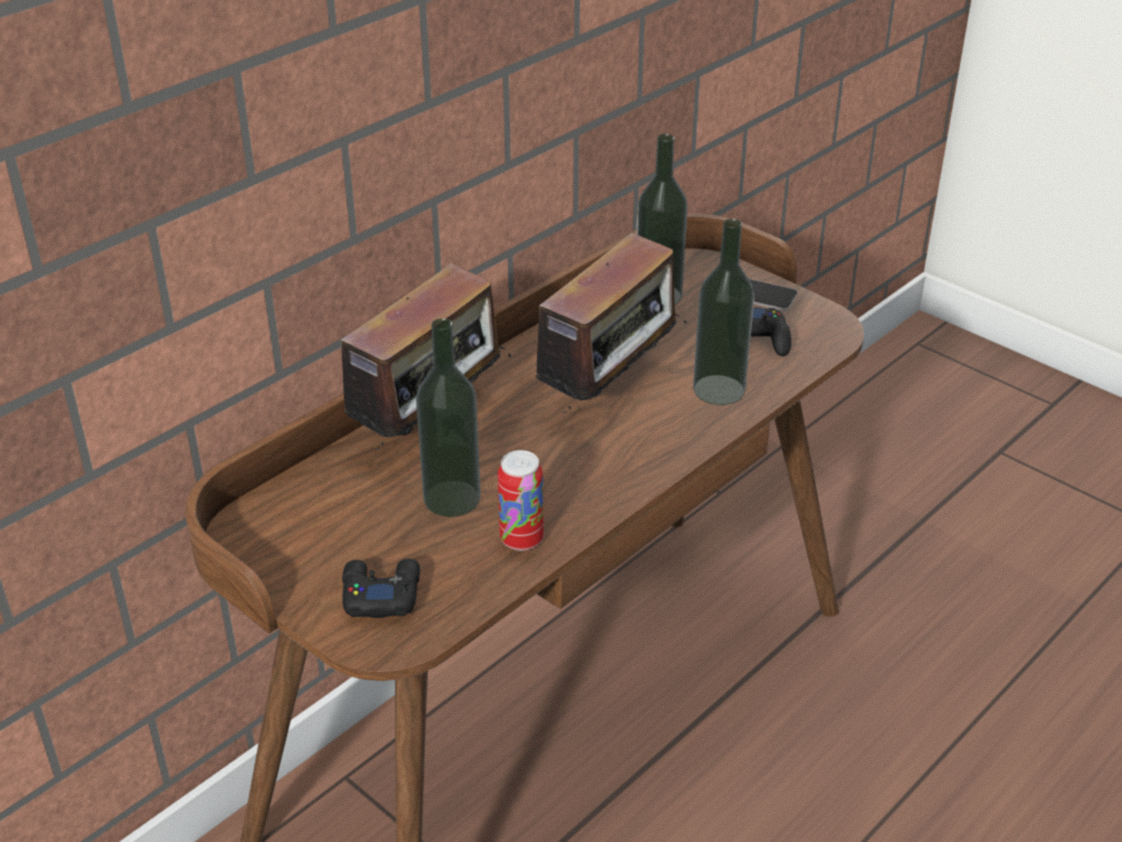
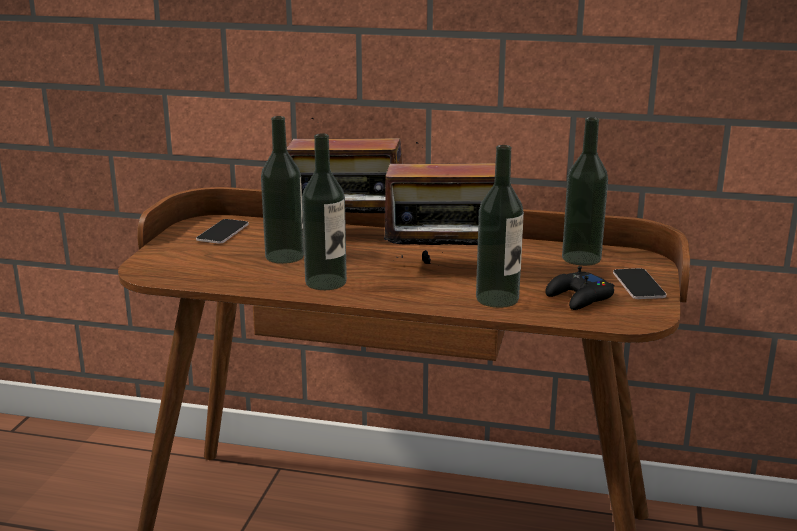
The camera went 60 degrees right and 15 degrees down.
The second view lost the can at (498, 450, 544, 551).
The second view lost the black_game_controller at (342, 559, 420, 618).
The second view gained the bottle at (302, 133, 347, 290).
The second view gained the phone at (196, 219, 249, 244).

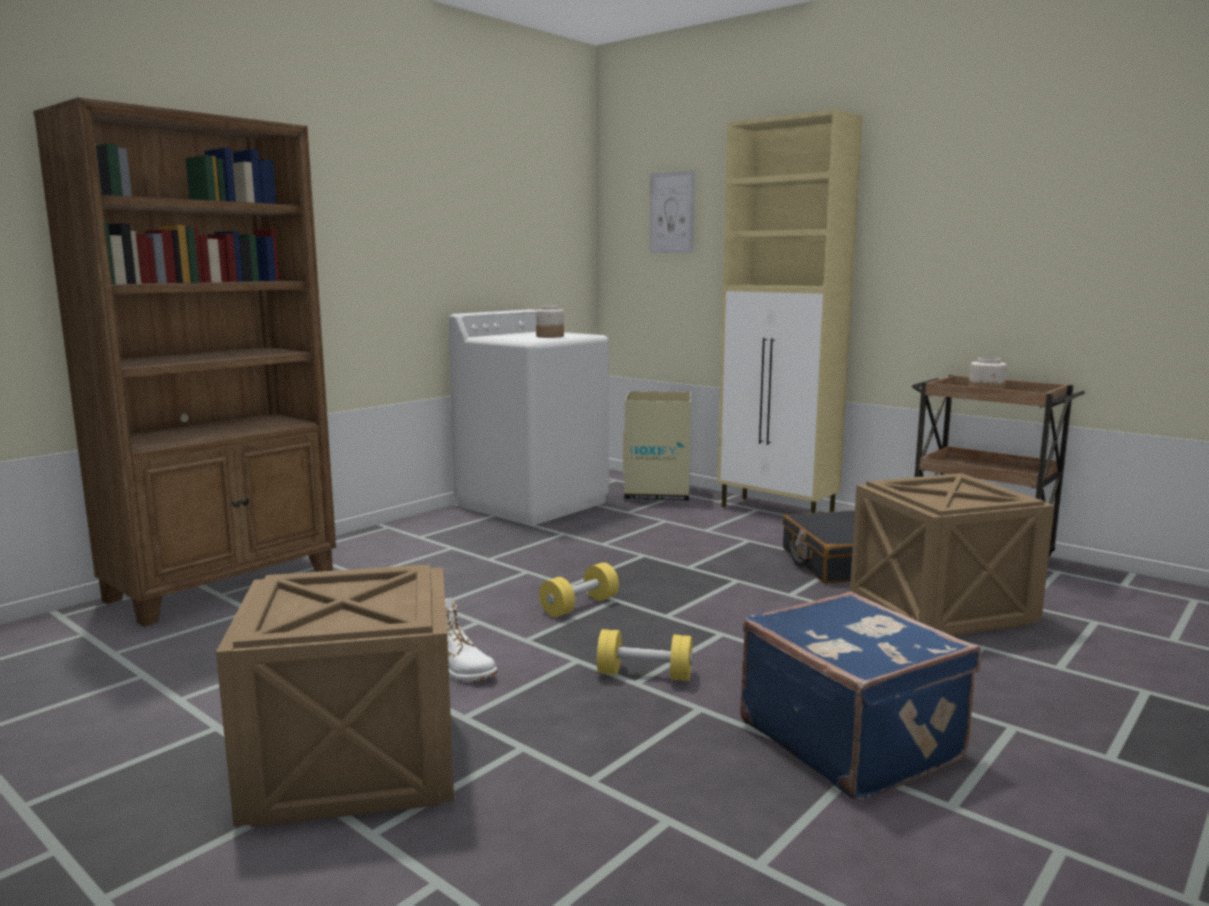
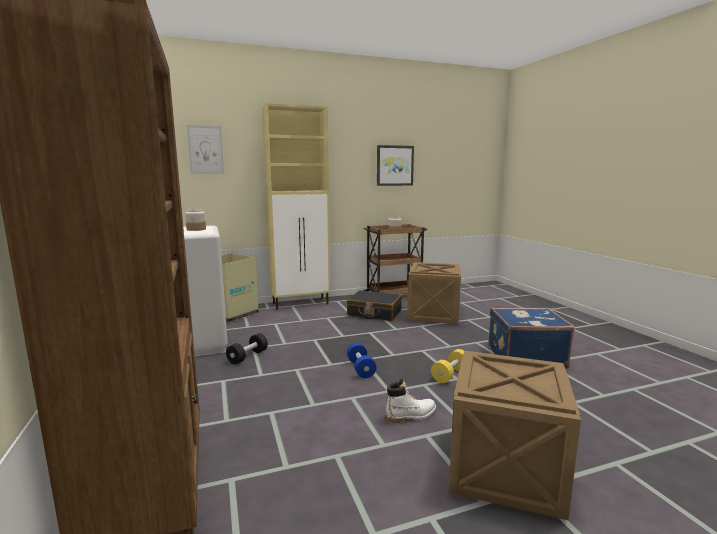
The camera went 60 degrees left and 0 degrees up.
What was the yellow_dumbbell at (539, 563, 619, 617) turned into the blue_dumbbell at (347, 343, 376, 378).
The second view gained the picture at (377, 145, 414, 186).
The second view gained the black_dumbbell at (226, 333, 268, 364).

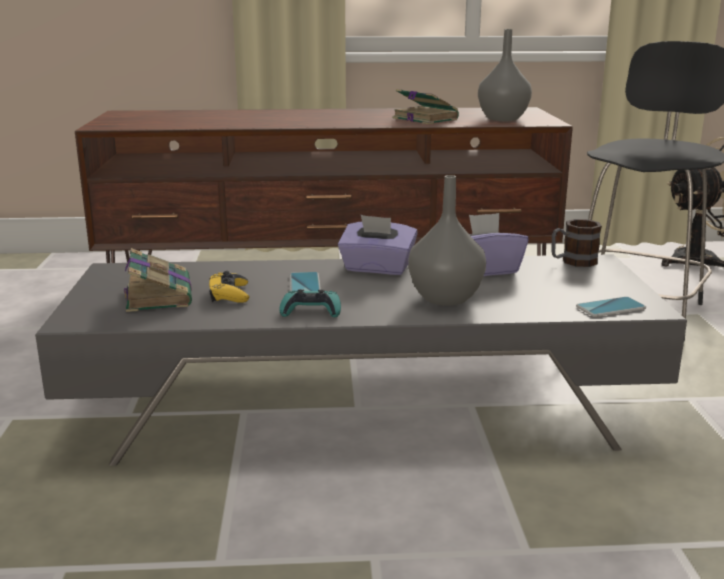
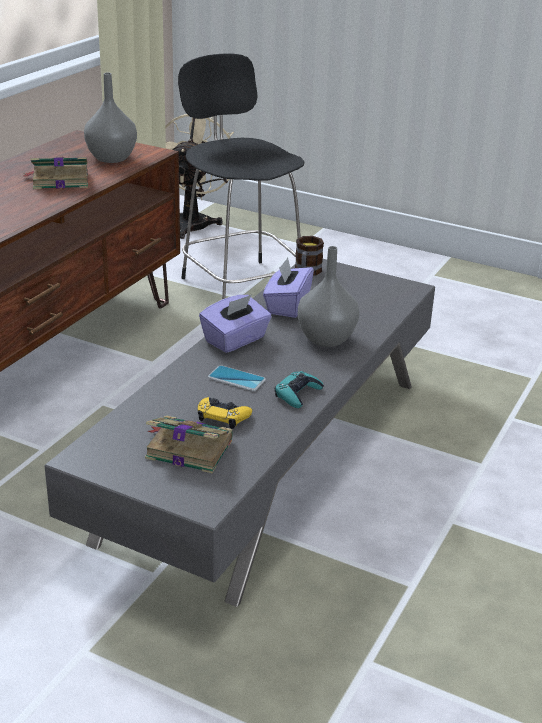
The camera went 60 degrees left and 10 degrees up.
The second view lost the phone at (576, 297, 646, 317).

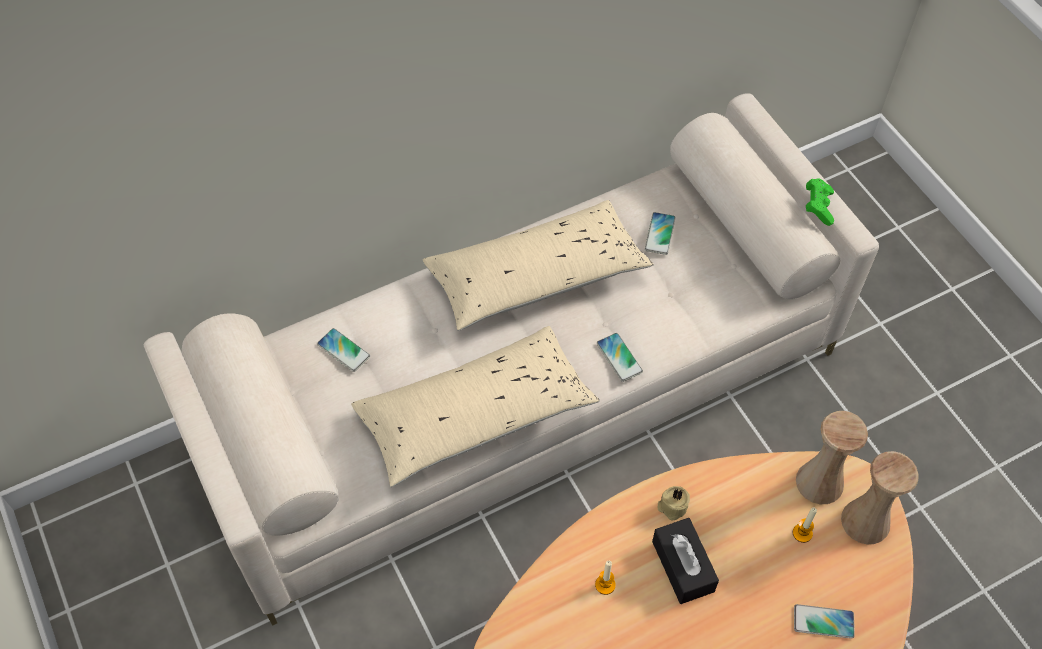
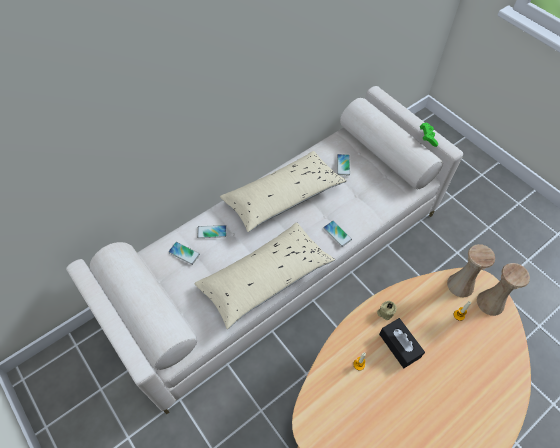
The camera went 10 degrees left and 0 degrees up.
The phone ended up elsewhere, having gone from (794, 604, 855, 639) to (197, 225, 227, 238).

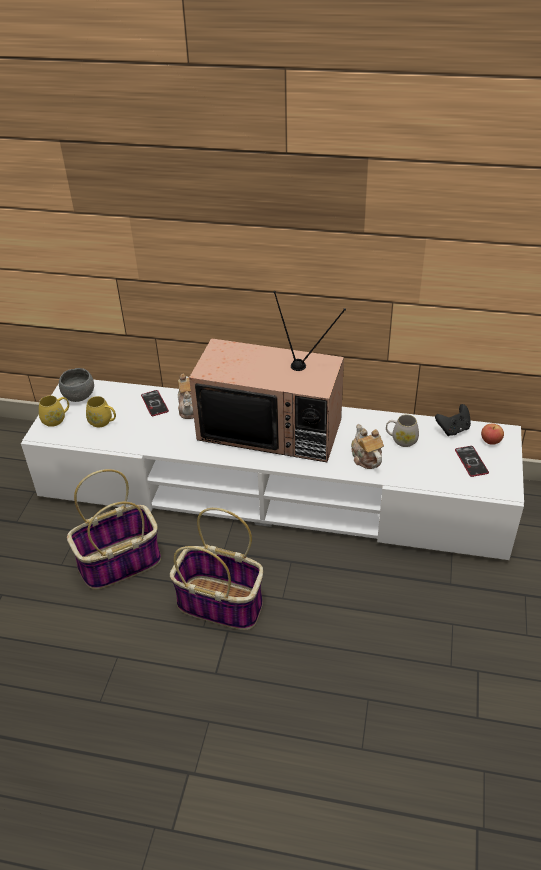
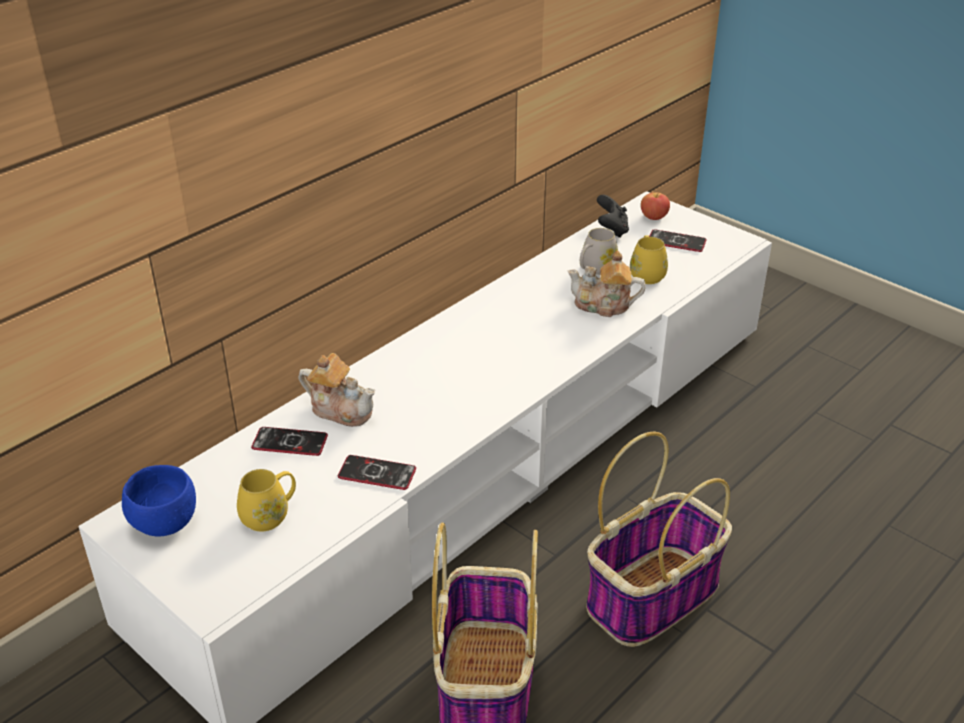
The camera went 60 degrees left and 5 degrees down.
The second view lost the television at (189, 291, 346, 462).
What was the grey_bowl at (59, 368, 94, 402) turned into the blue_bowl at (122, 465, 196, 537).
The yellow_mug ended up elsewhere, having gone from (39, 395, 69, 427) to (630, 235, 668, 284).
The second view gained the phone at (338, 455, 416, 490).

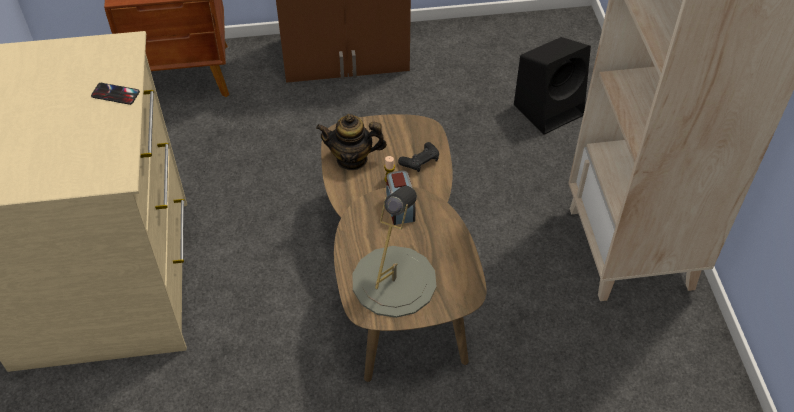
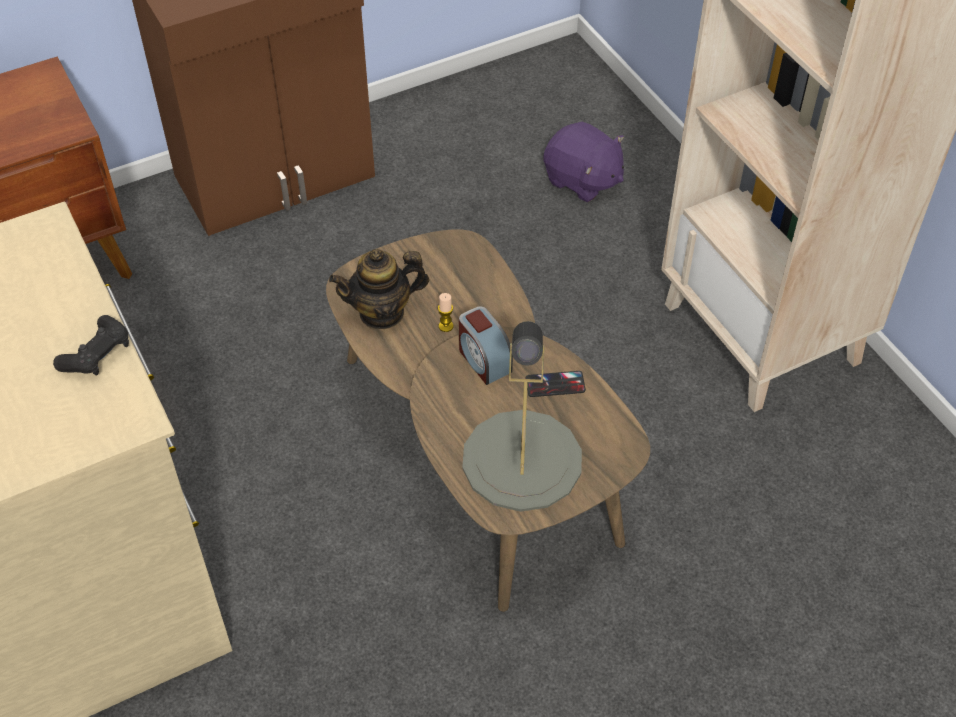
The camera went 20 degrees left and 0 degrees up.
Where the black_speaker stood at (514, 37, 591, 135), the purple_plush_toy came to stand at (544, 122, 624, 202).
The phone ended up elsewhere, having gone from (91, 83, 140, 105) to (526, 371, 586, 397).
The black_game_controller ended up elsewhere, having gone from (398, 142, 439, 172) to (53, 315, 129, 375).

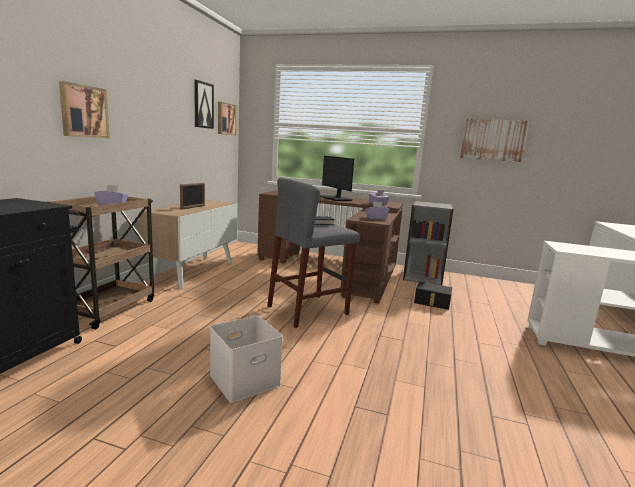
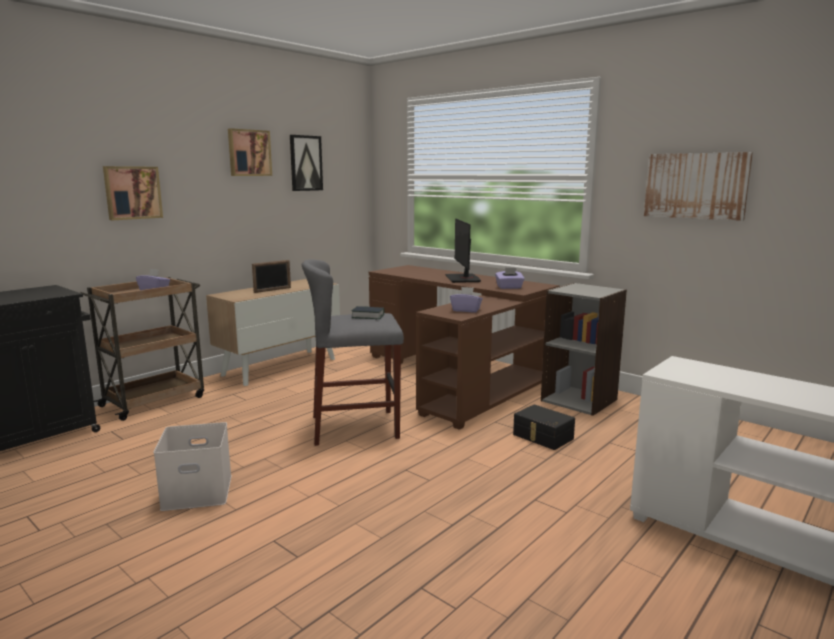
The camera went 25 degrees right and 0 degrees up.
The picture ended up elsewhere, having gone from (218, 102, 237, 136) to (228, 128, 272, 176).

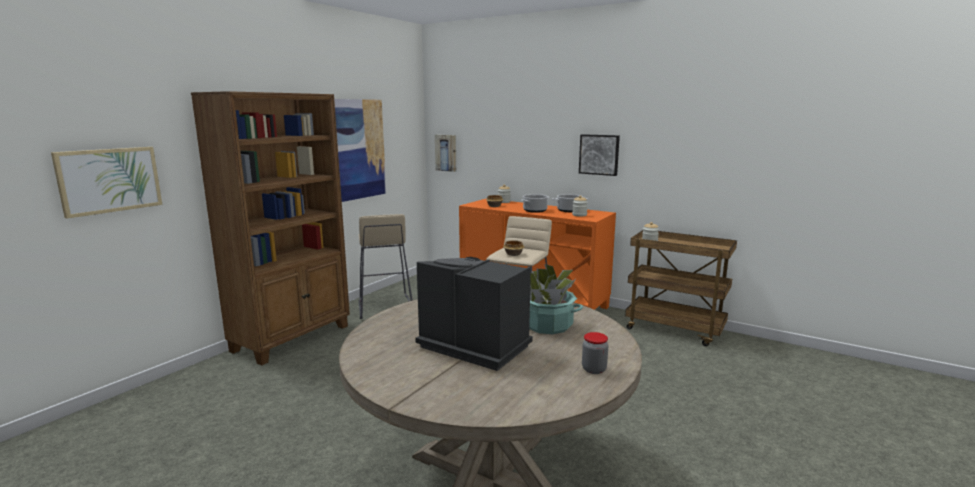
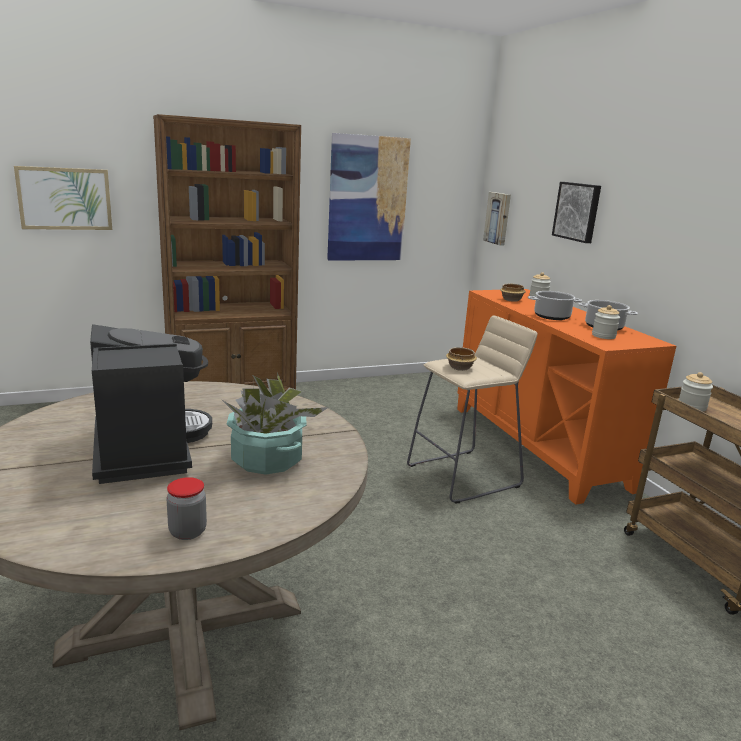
The camera went 35 degrees right and 5 degrees up.
The picture ended up elsewhere, having gone from (579, 134, 620, 176) to (552, 182, 601, 243).
The second view lost the beige_stool at (359, 214, 412, 319).

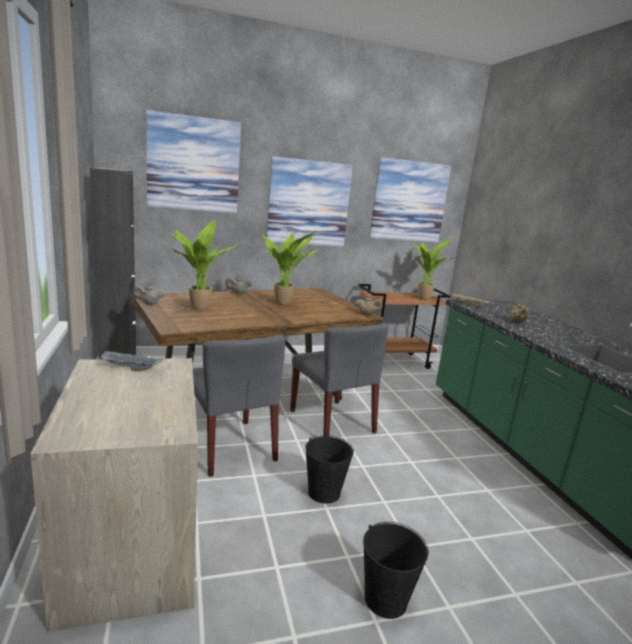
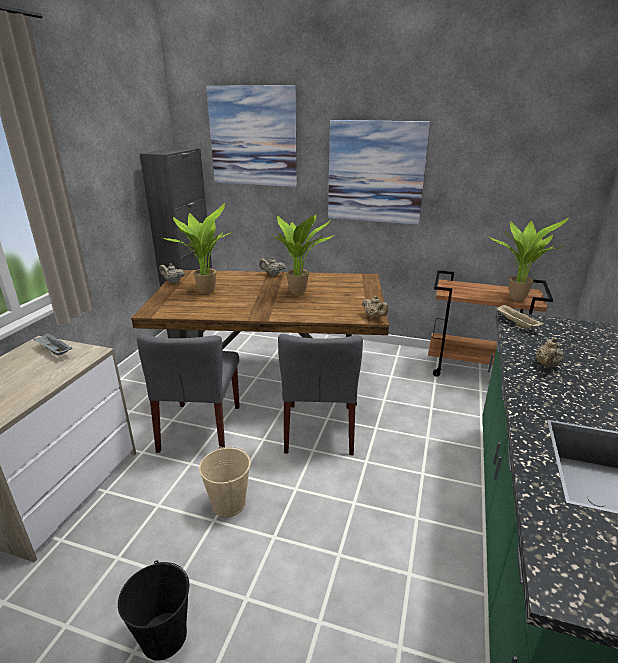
The camera went 35 degrees right and 10 degrees up.
The second view lost the picture at (369, 157, 451, 243).
What was the black_bucket at (305, 435, 354, 504) turned into the beige_bucket at (199, 446, 251, 517).

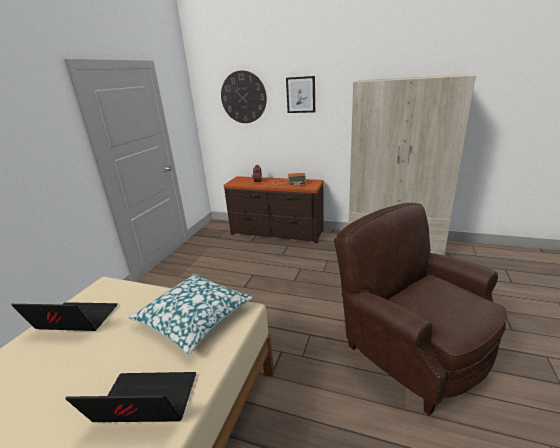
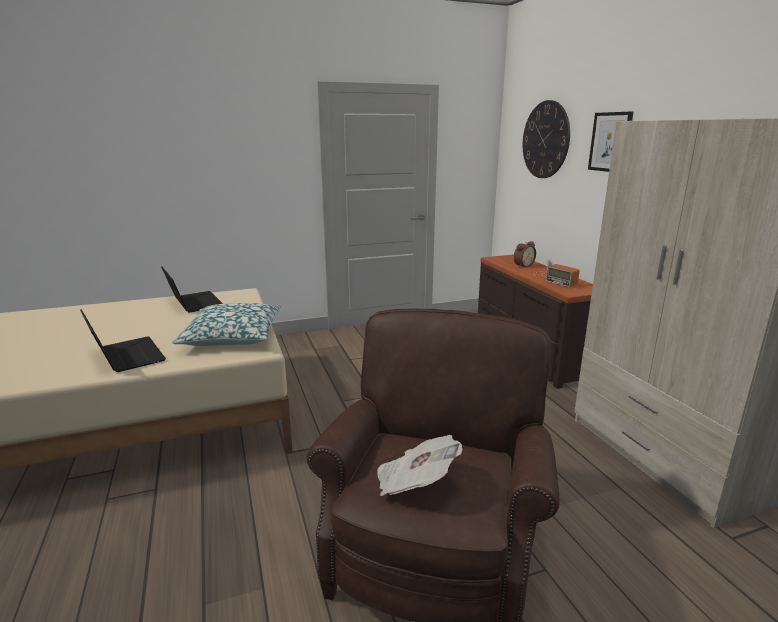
The camera went 50 degrees right and 5 degrees down.
The second view gained the newspaper at (377, 435, 462, 496).

